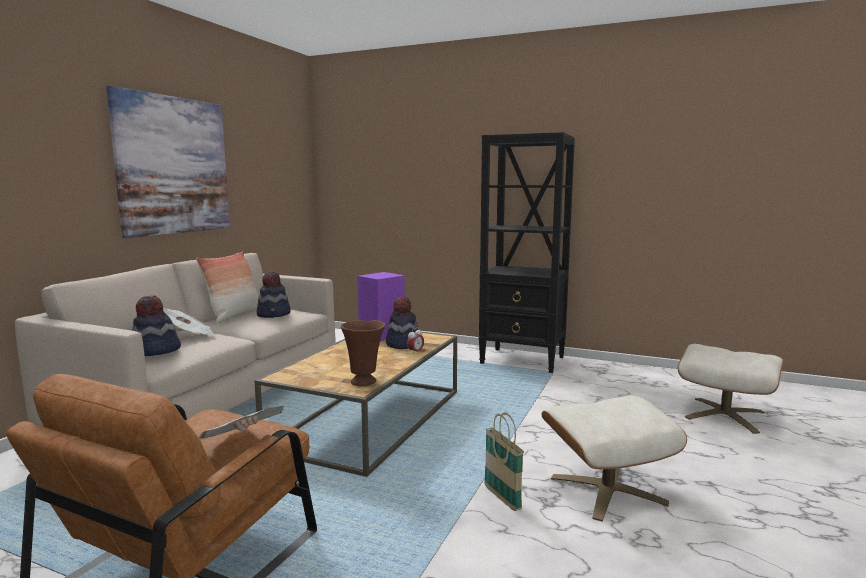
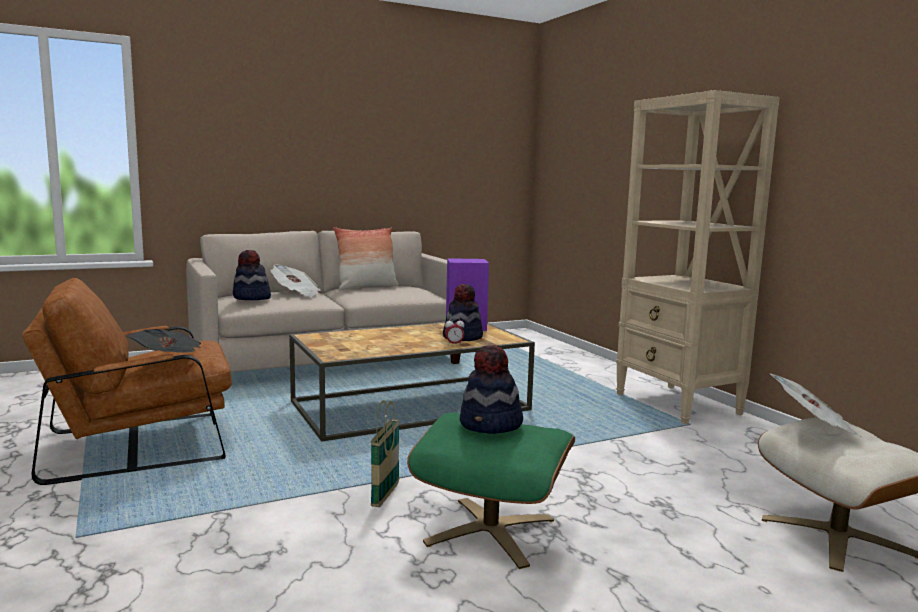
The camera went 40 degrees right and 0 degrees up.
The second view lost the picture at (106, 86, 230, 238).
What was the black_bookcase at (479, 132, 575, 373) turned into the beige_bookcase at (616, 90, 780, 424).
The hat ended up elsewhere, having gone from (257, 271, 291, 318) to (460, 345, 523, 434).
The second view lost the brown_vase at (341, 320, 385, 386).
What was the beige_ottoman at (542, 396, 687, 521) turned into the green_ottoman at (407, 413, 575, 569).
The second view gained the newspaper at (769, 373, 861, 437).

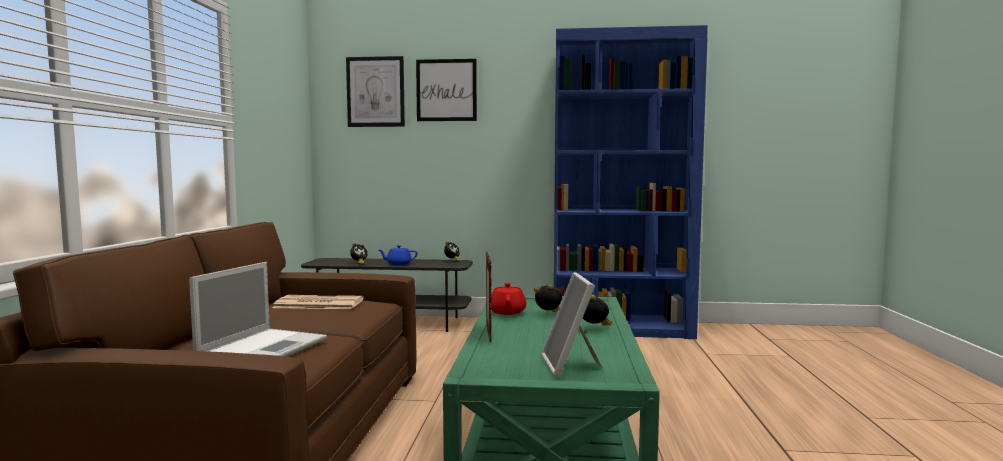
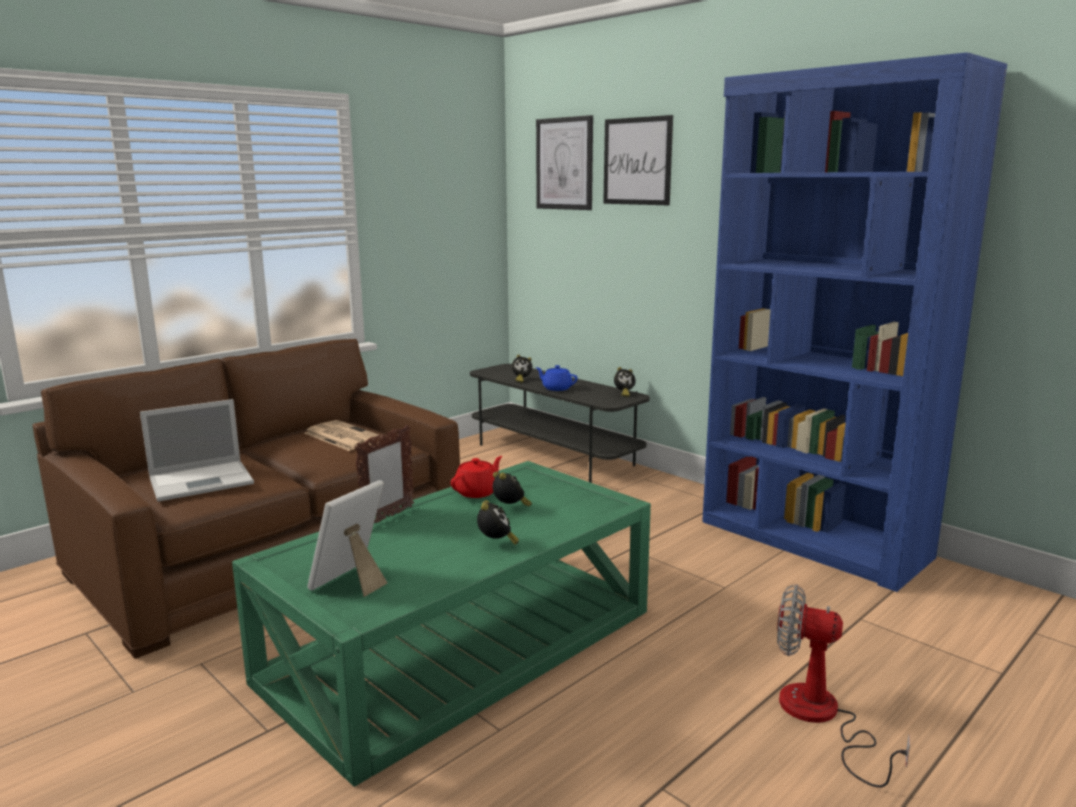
The camera went 40 degrees right and 10 degrees up.
The second view gained the fan at (777, 584, 910, 788).

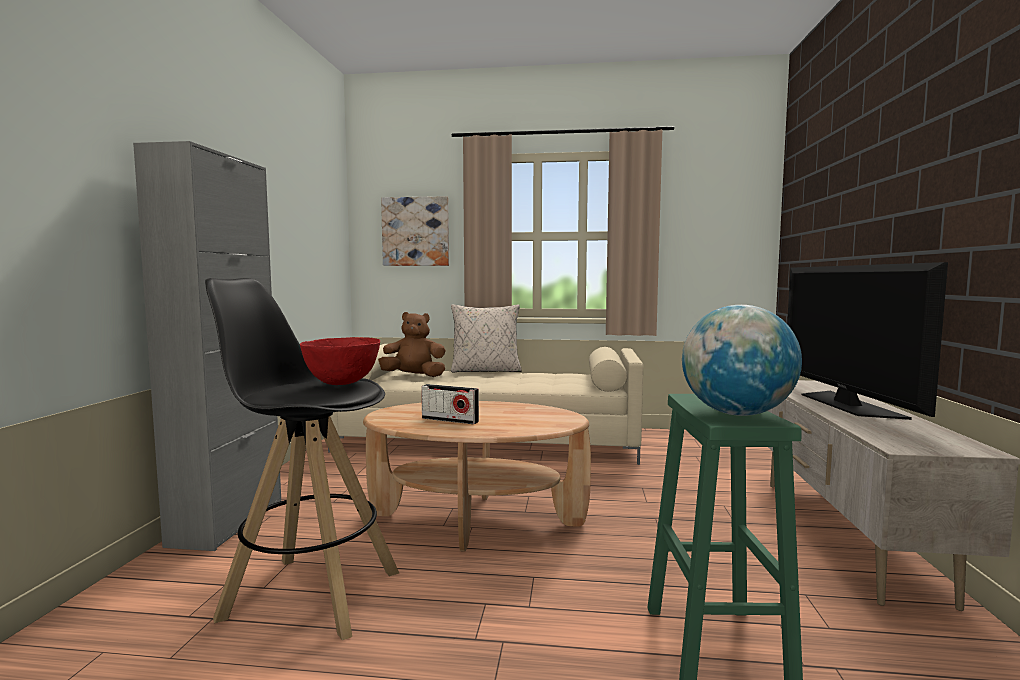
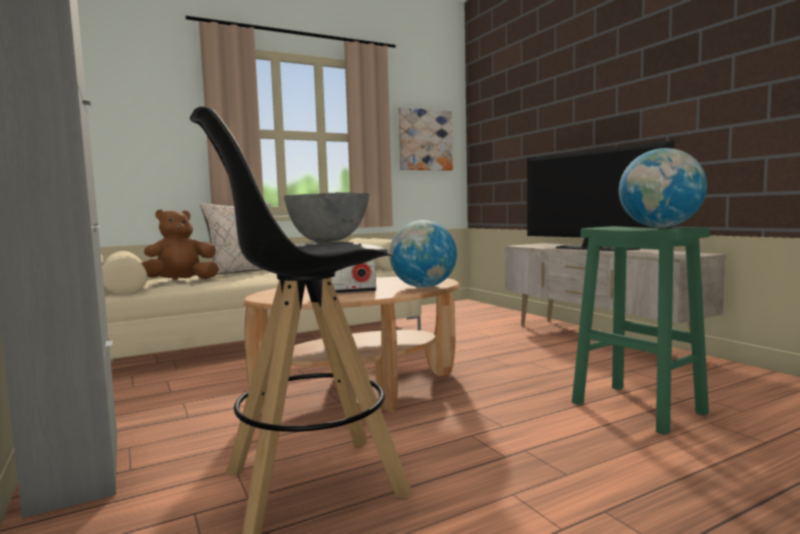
The camera went 35 degrees left and 0 degrees up.
The picture ended up elsewhere, having gone from (381, 196, 449, 266) to (399, 107, 453, 171).
What was the red_bowl at (300, 337, 380, 385) turned into the grey_bowl at (284, 192, 369, 242).
The second view gained the globe at (389, 220, 457, 288).

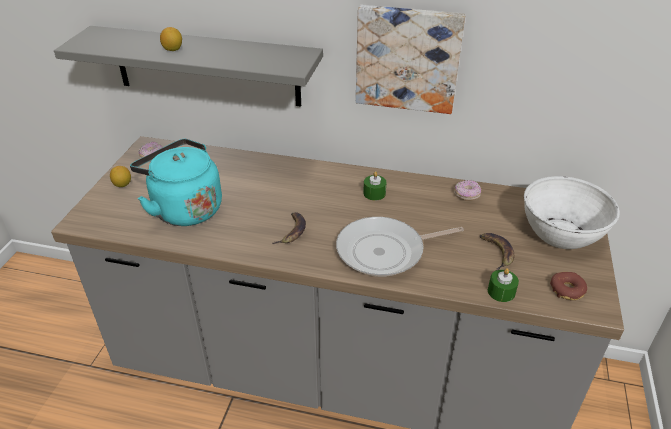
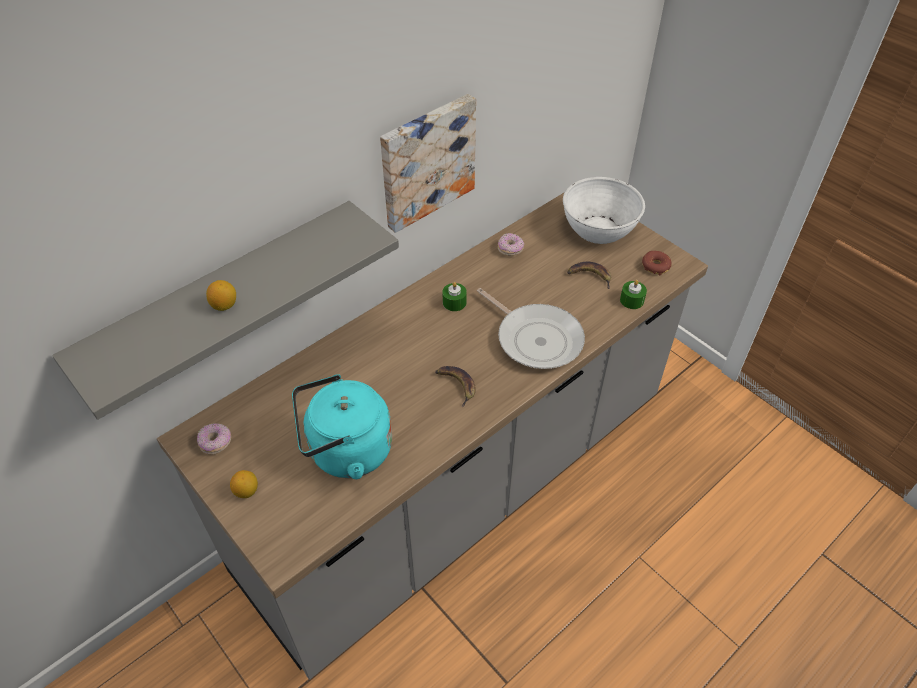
The camera went 55 degrees left and 10 degrees up.
The frying_pan at (336, 217, 464, 277) ended up facing another way, 60 degrees counterclockwise from before.

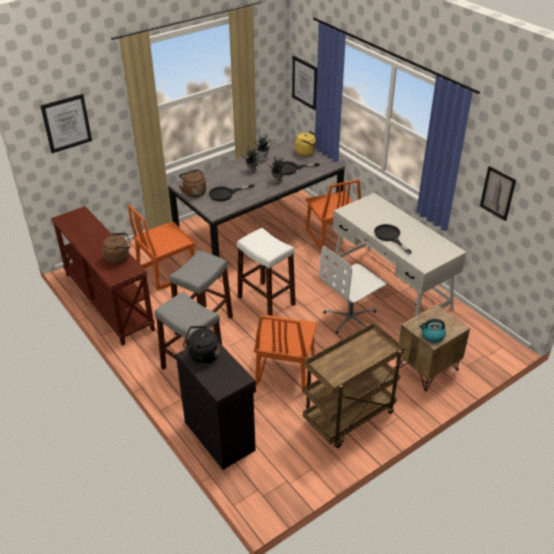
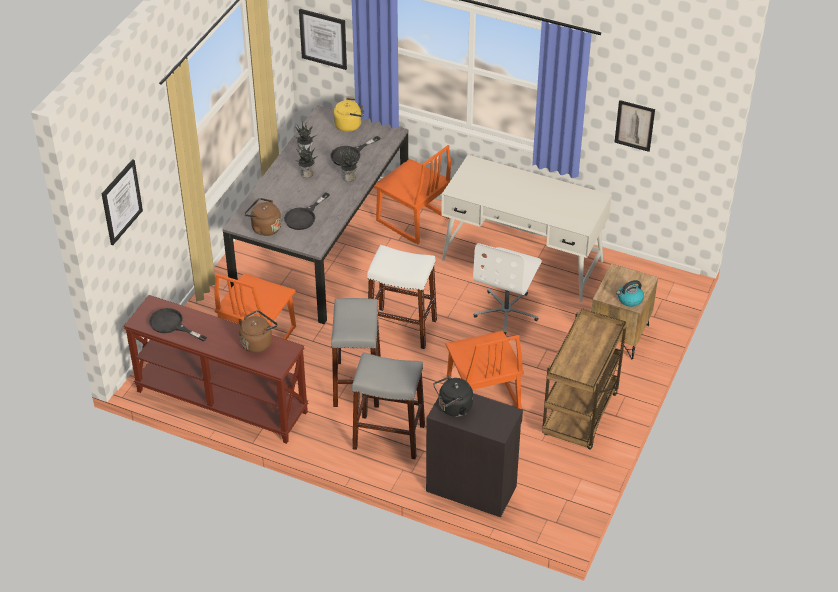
The camera went 30 degrees left and 5 degrees up.
The black_frying_pan ended up elsewhere, having gone from (374, 224, 412, 254) to (149, 308, 207, 342).

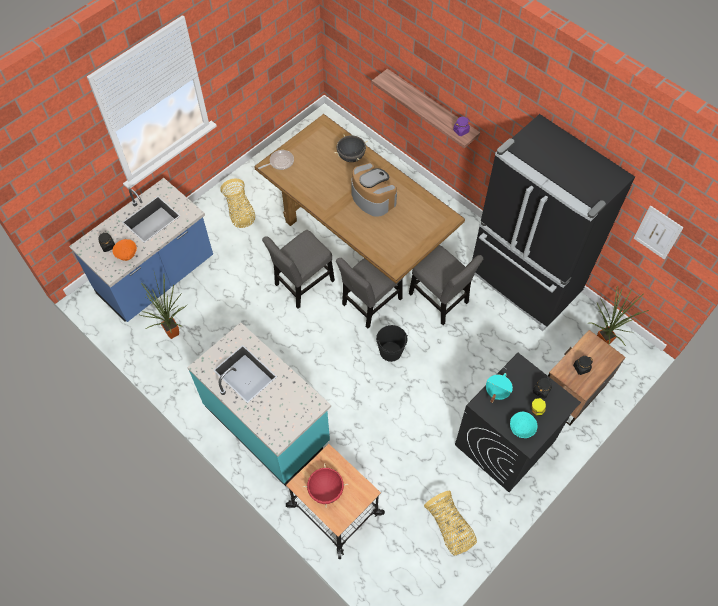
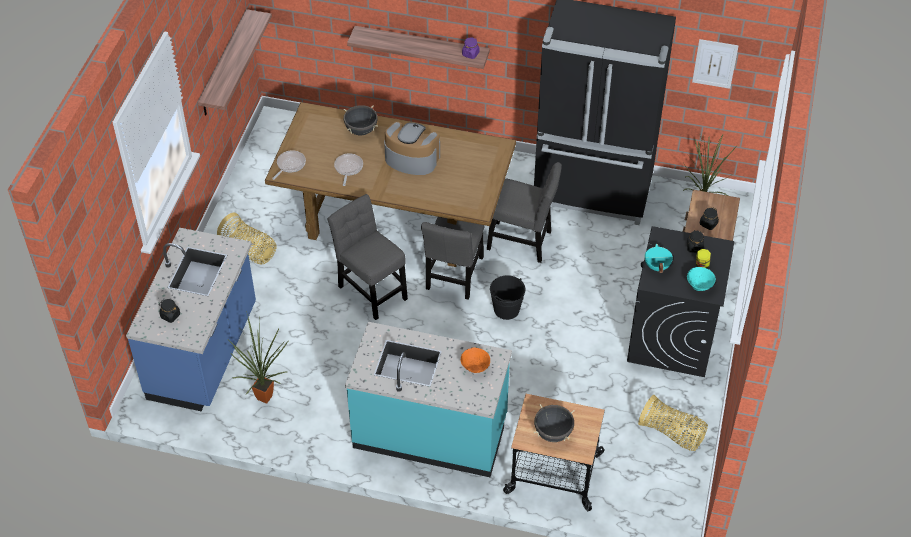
The camera went 30 degrees left and 10 degrees down.
The grey_chair at (262, 230, 335, 309) ended up facing another way, 120 degrees clockwise from before.
The orange_bowl ended up elsewhere, having gone from (112, 239, 137, 261) to (461, 347, 490, 373).
What was the red_cooking_pot at (303, 463, 348, 508) turned into the black_cooking_pot at (534, 404, 575, 442).
The second view gained the shelf at (198, 9, 272, 116).
The second view gained the frying_pan at (334, 153, 363, 186).

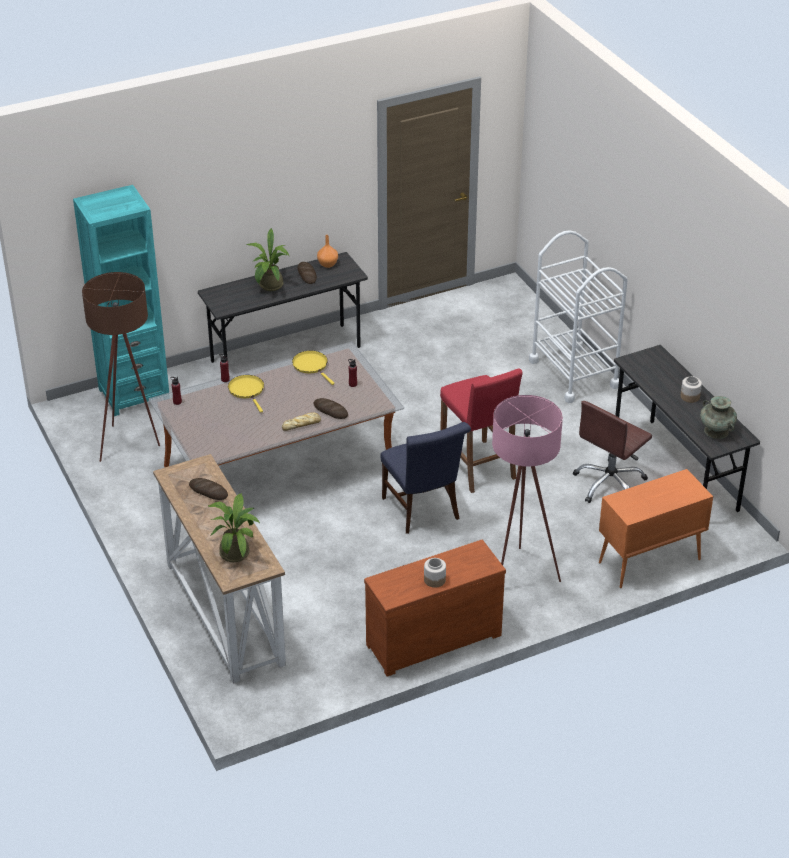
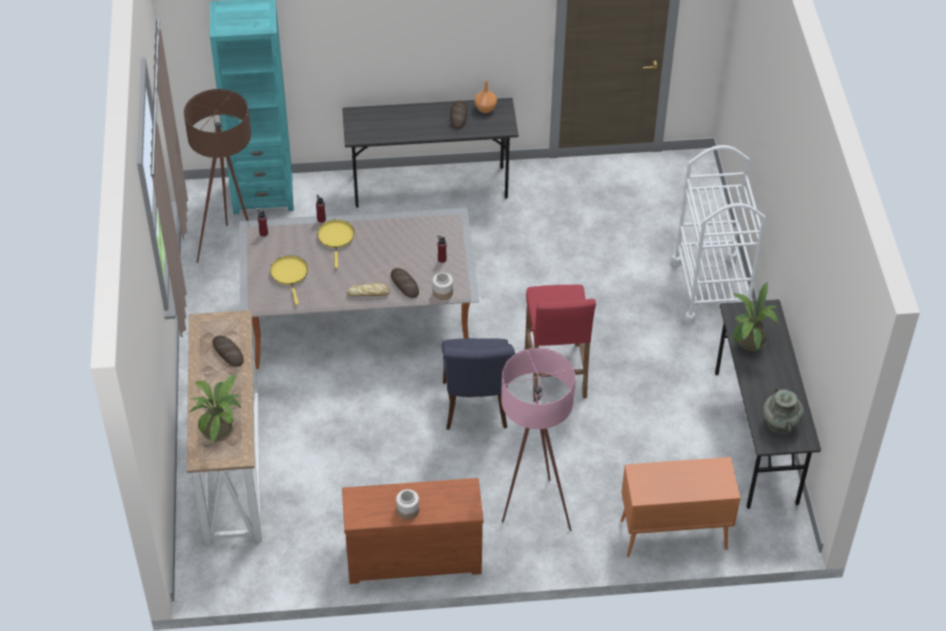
The camera went 20 degrees right and 10 degrees up.
The potted_plant ended up elsewhere, having gone from (247, 228, 289, 291) to (733, 282, 778, 351).
The yellow_frying_pan ended up elsewhere, having gone from (292, 351, 335, 385) to (270, 255, 308, 305).
The jar ended up elsewhere, having gone from (681, 376, 702, 403) to (432, 272, 453, 300).
The second view lost the brown_office_chair at (573, 401, 652, 503).

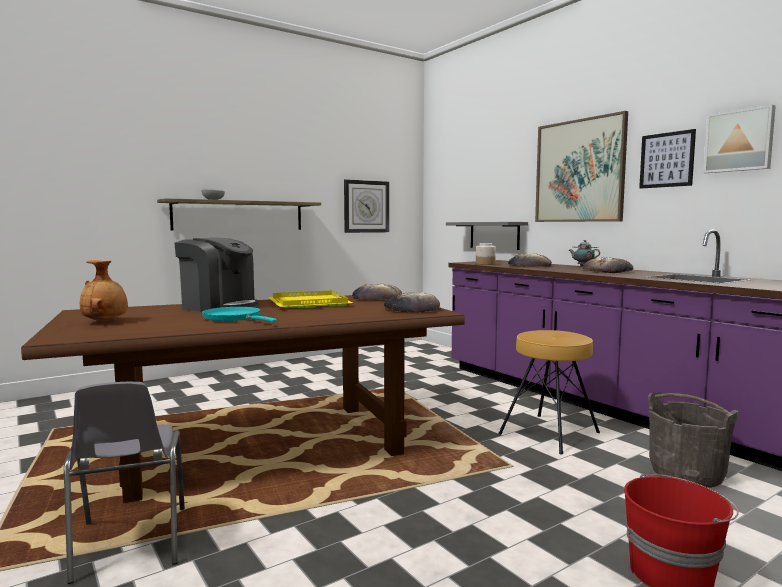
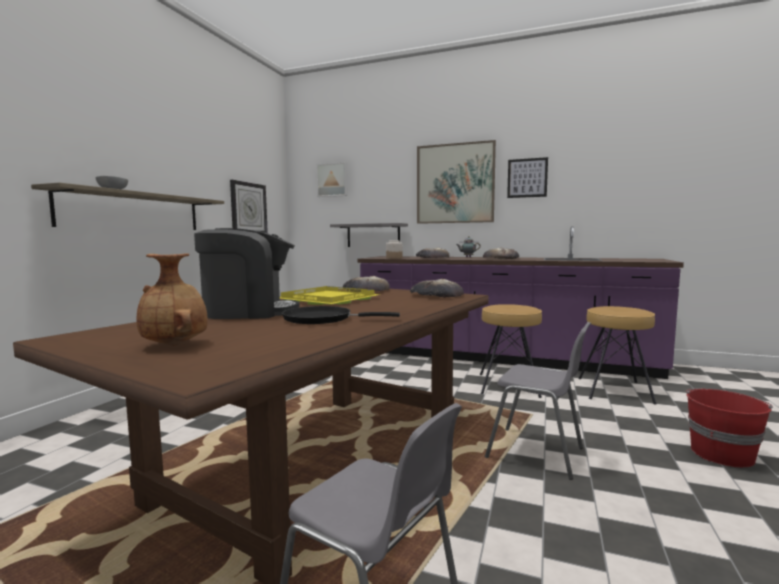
The camera went 35 degrees left and 0 degrees up.
The picture ended up elsewhere, having gone from (703, 105, 776, 173) to (316, 162, 348, 197).
What was the turquoise_frying_pan at (202, 307, 277, 322) turned into the black_frying_pan at (282, 306, 400, 324).
Where the grey_bucket stood at (648, 392, 739, 488), the brown_stool came to stand at (578, 306, 657, 405).
The second view gained the grey_chair at (485, 322, 591, 480).

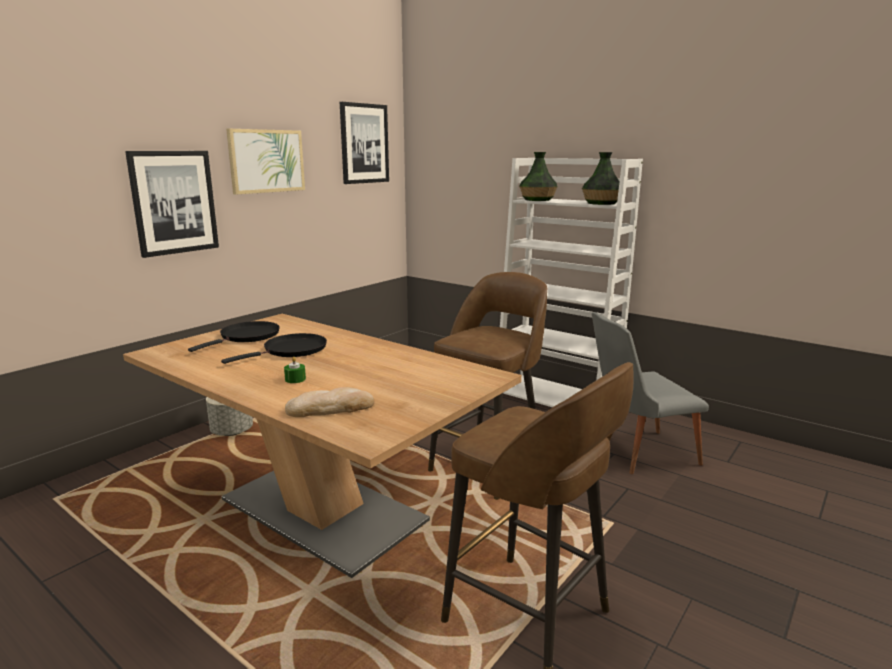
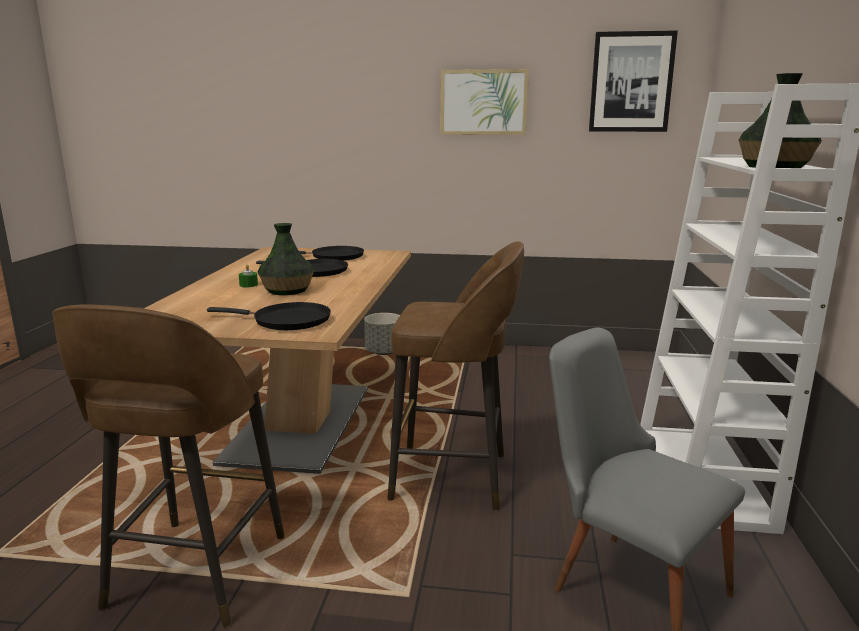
The camera went 60 degrees right and 0 degrees up.
The second view lost the picture at (125, 151, 219, 258).
The vase ended up elsewhere, having gone from (519, 152, 558, 201) to (257, 223, 314, 295).
The second view lost the bread at (285, 387, 374, 417).
The second view gained the black_frying_pan at (207, 302, 331, 330).

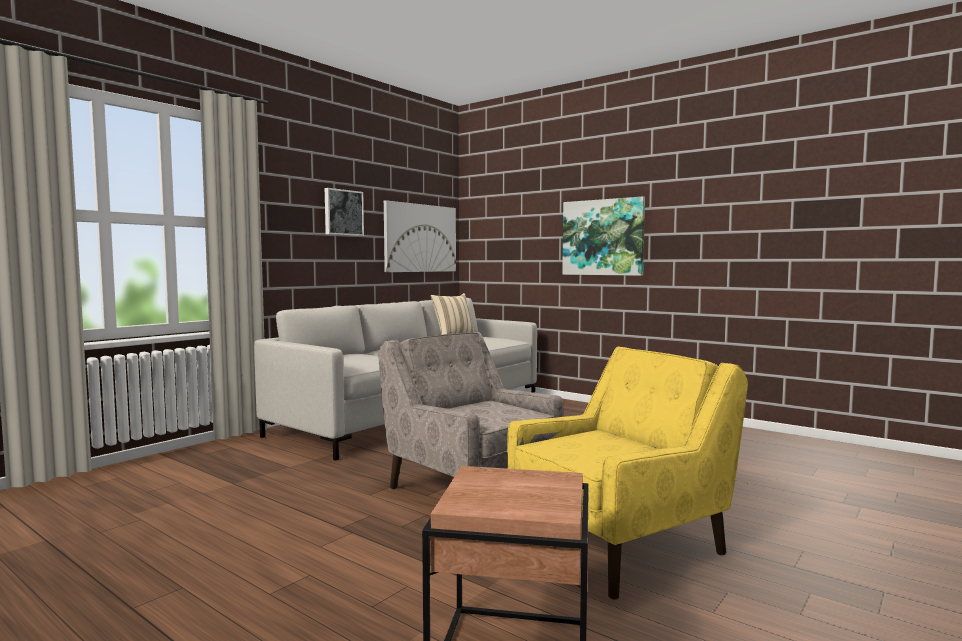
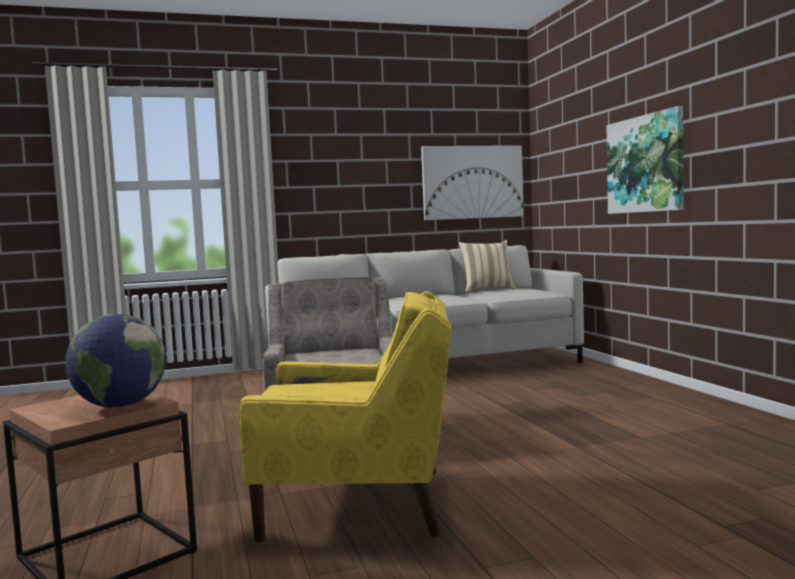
The camera went 35 degrees right and 0 degrees up.
The second view lost the picture at (325, 188, 364, 236).
The second view gained the globe at (65, 314, 166, 408).

